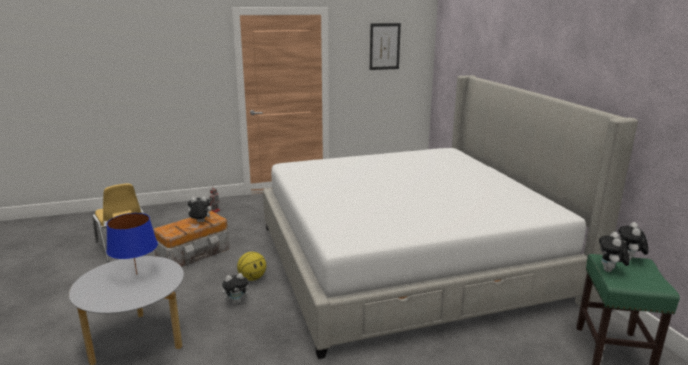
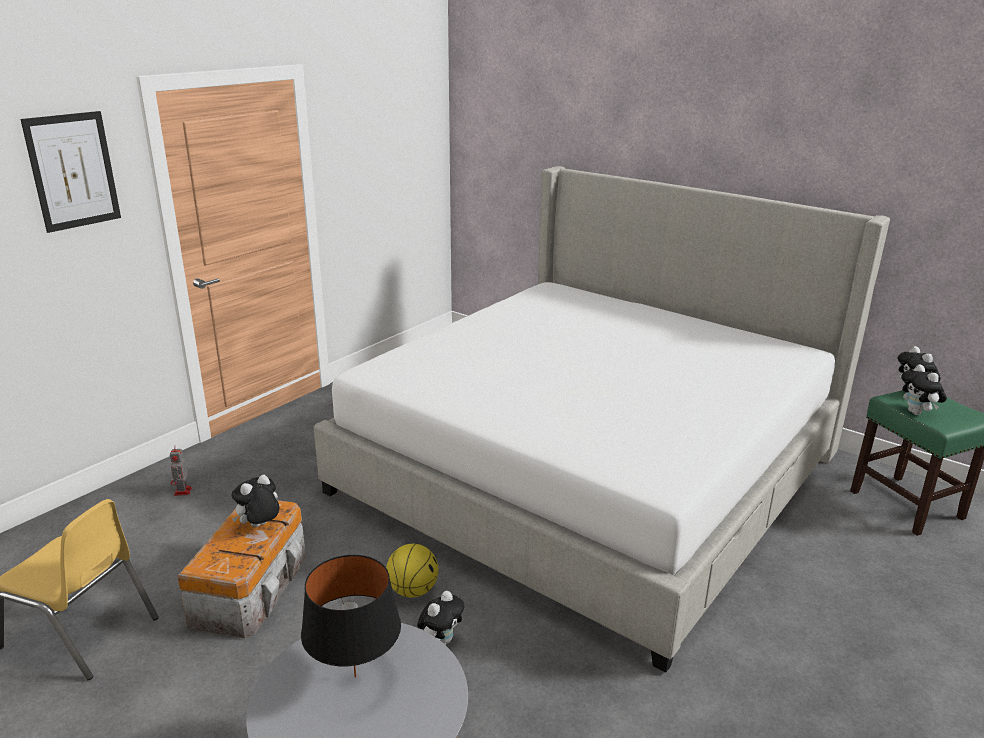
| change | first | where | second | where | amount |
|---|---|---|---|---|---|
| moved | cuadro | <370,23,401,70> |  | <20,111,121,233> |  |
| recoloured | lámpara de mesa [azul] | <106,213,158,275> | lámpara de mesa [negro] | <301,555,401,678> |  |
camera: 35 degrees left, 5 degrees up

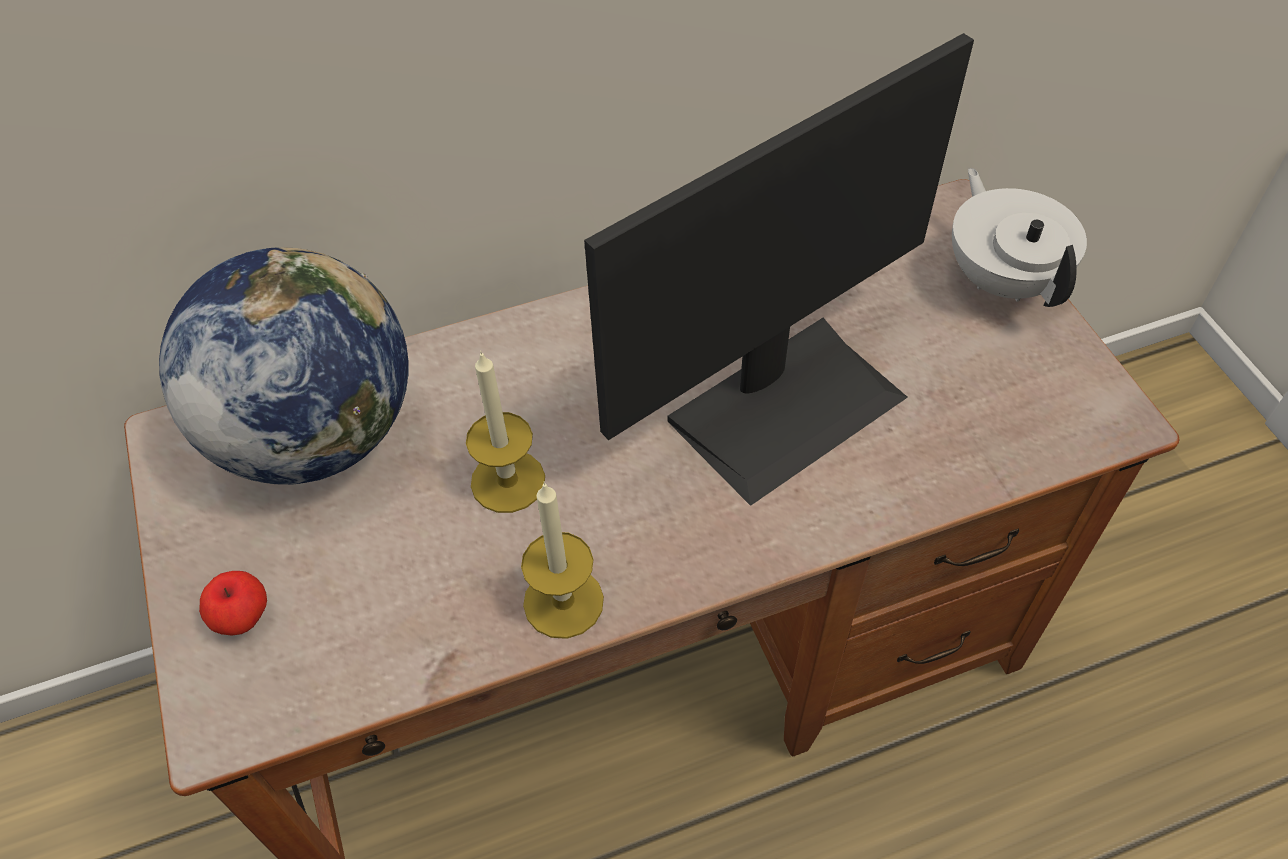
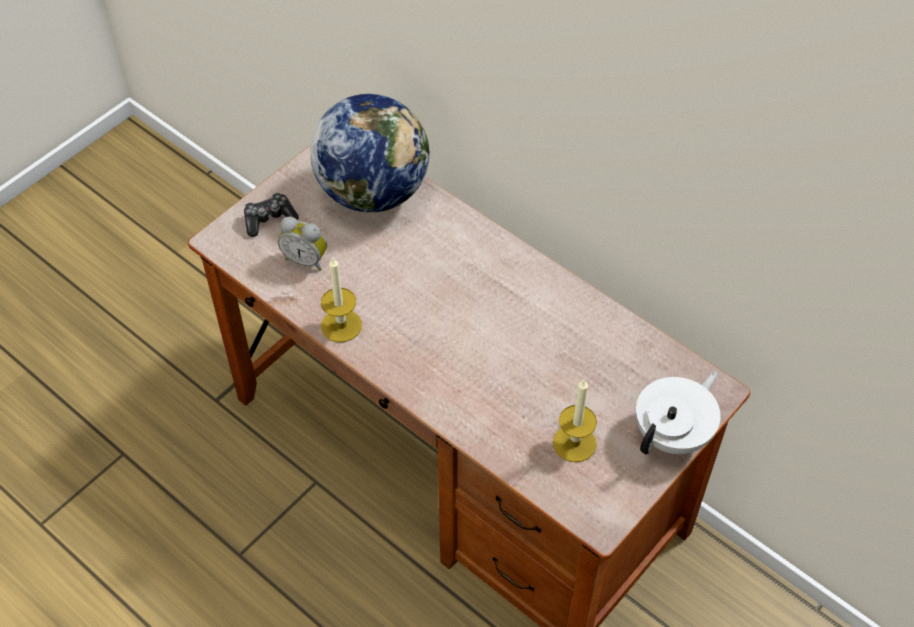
| change | first | where | second | where | amount |
|---|---|---|---|---|---|
| removed | monitor | <584,33,974,506> |  |  |  |
| moved | vela | <466,351,545,513> |  | <553,379,597,462> |  |
| replaced | manzana | <199,571,267,636> | mando de consola | <244,193,299,237> |  |
| added |  |  | despertador | <278,217,327,271> |  |
camera: 60 degrees right, 0 degrees up

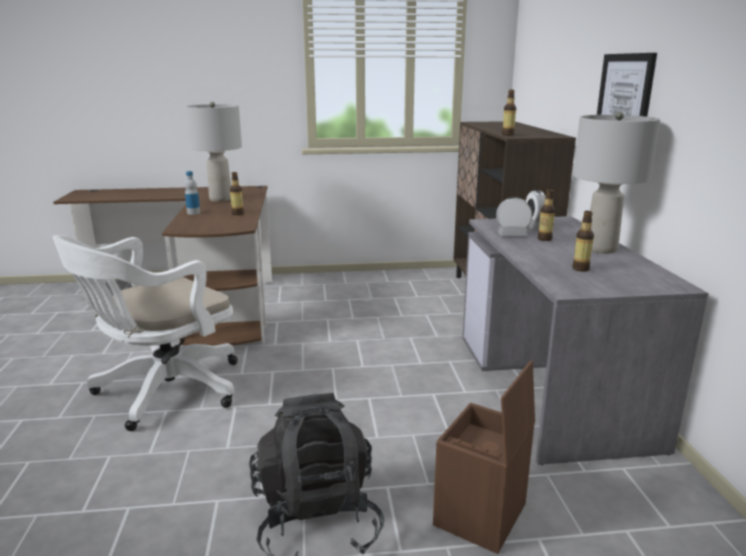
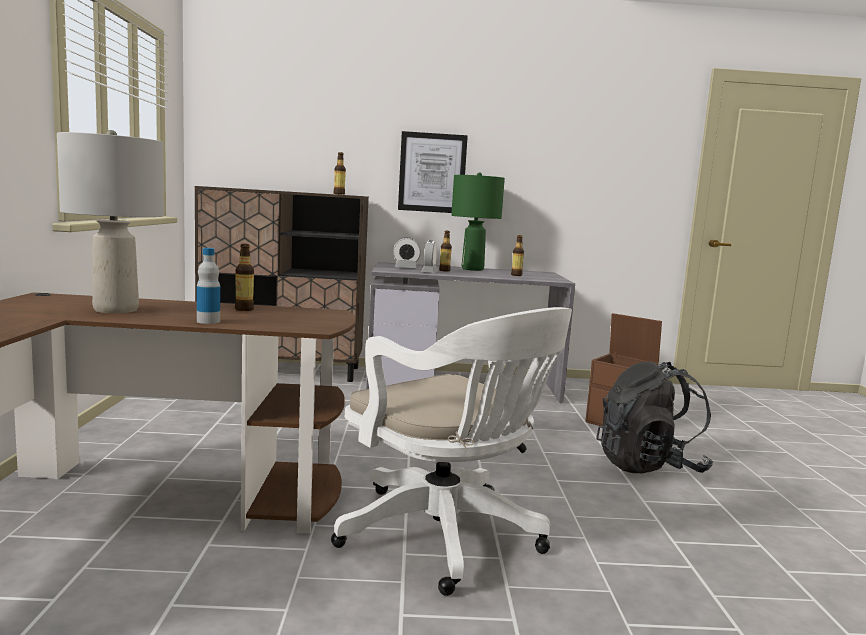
| change | first | where | second | where | amount |
|---|---|---|---|---|---|
| recoloured | lámpara de mesa [gris] | <573,112,660,254> | lámpara de mesa [verde] | <451,172,505,271> |  |
camera: 85 degrees left, 10 degrees down

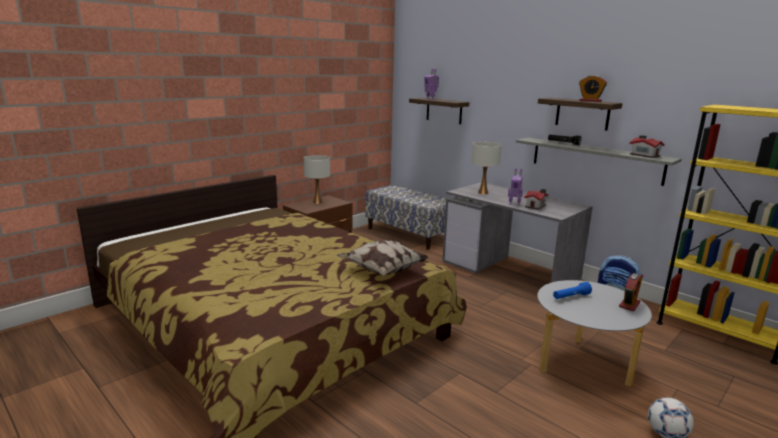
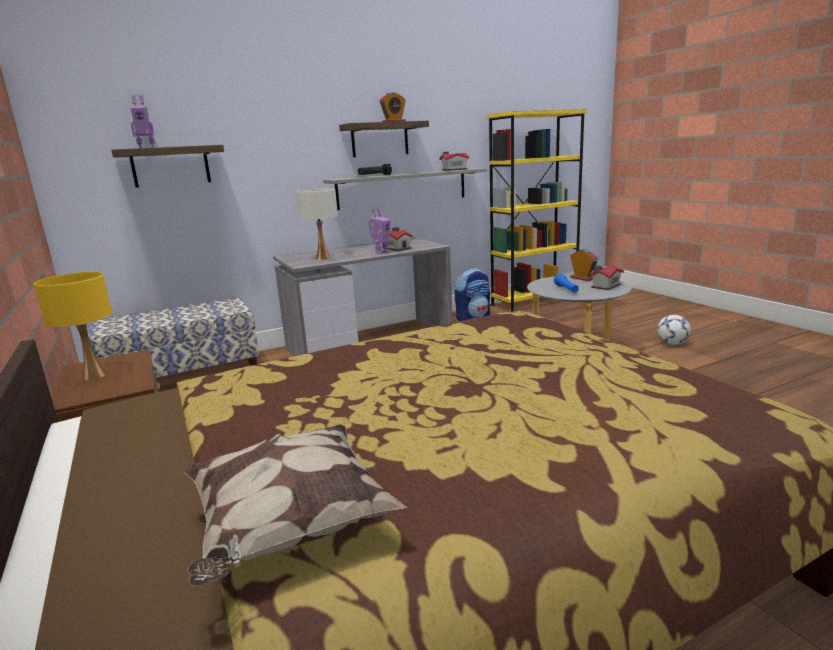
| change | first | where | second | where | amount |
|---|---|---|---|---|---|
| recoloured | lámpara de mesa [blanco] | <304,155,330,204> | lámpara de mesa [amarillo] | <34,272,112,380> |  |
| moved | cojín | <337,240,429,275> |  | <184,424,407,586> |  |
| added |  |  | casita | <589,265,624,290> |  |
camera: 70 degrees left, 0 degrees up

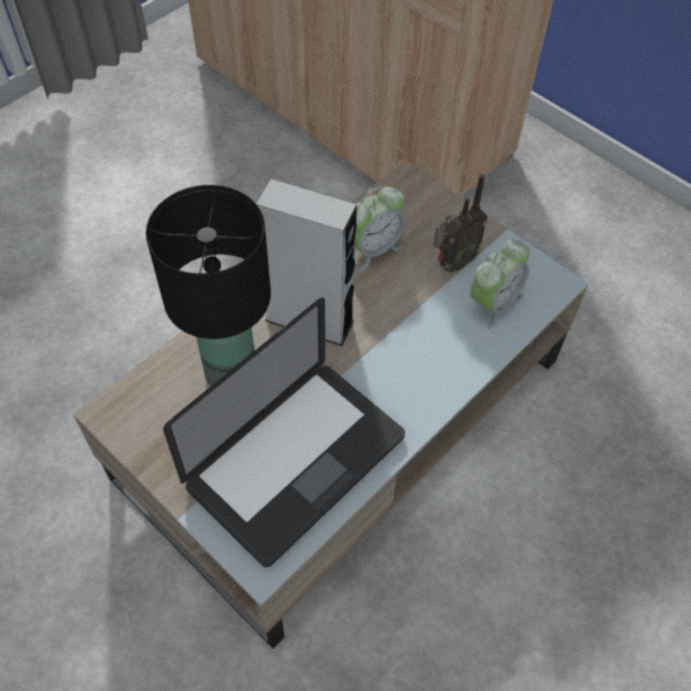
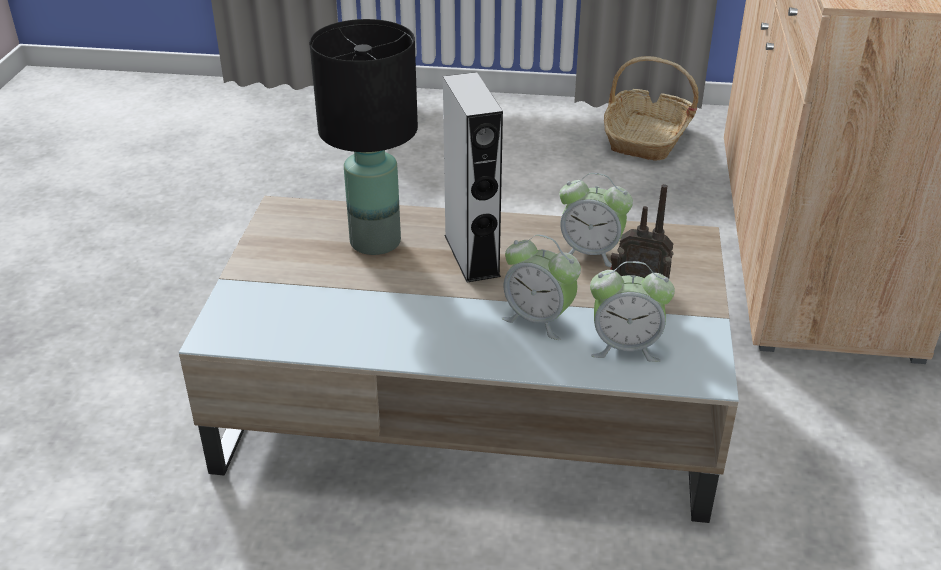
| change | first | where | second | where | amount |
|---|---|---|---|---|---|
| removed | portátil | <163,298,405,567> |  |  |  |
| added |  |  | cesta | <604,56,699,160> |  |
| added |  |  | despertador | <502,234,581,340> |  |
camera: 55 degrees right, 20 degrees down

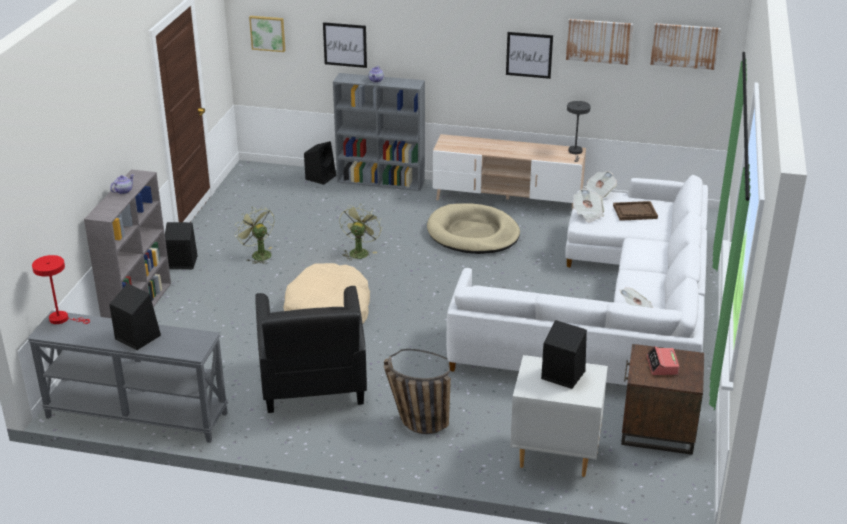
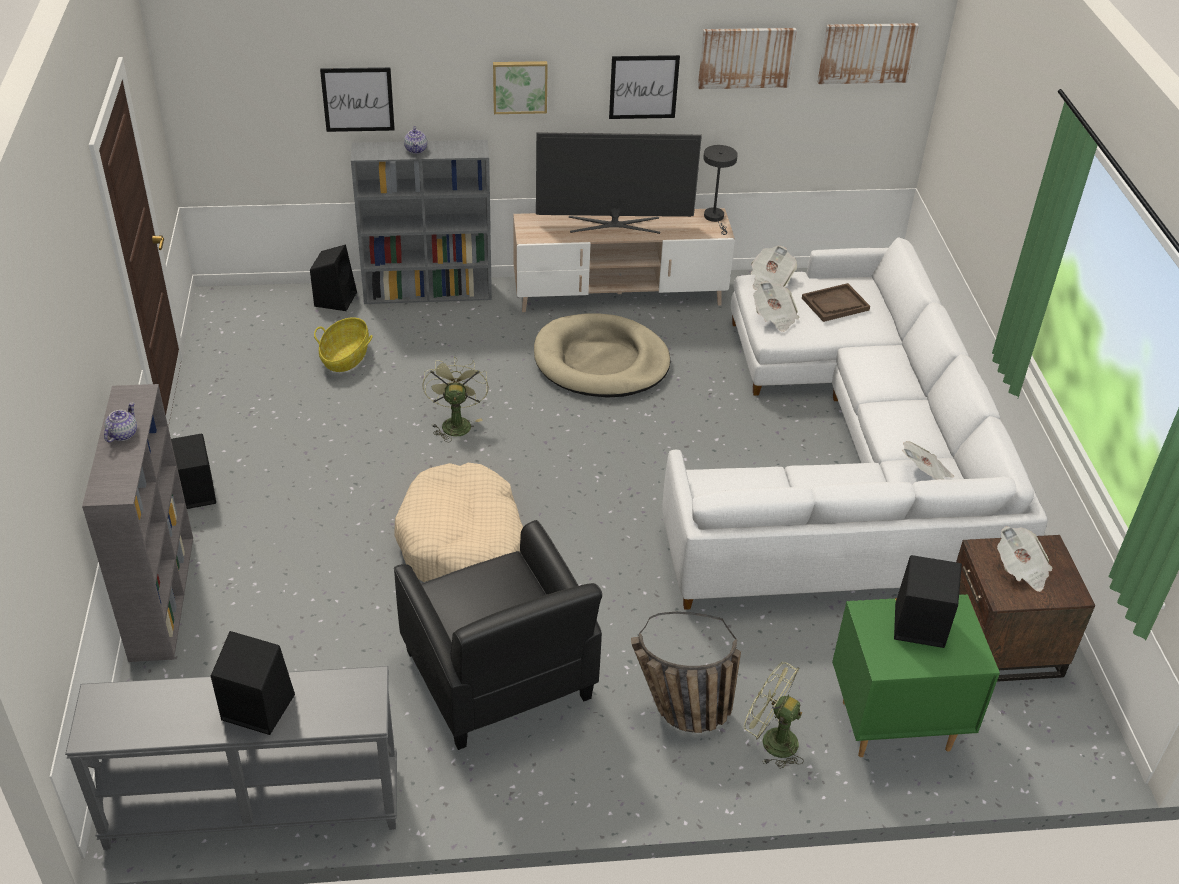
| change | first | where | second | where | amount |
|---|---|---|---|---|---|
| moved | cuadro | <249,16,285,52> |  | <493,61,548,114> |  |
| moved | ventilador [verde] | <235,206,275,264> |  | <744,662,804,769> |  |
| removed | lámpara de mesa [rojo] | <32,255,90,324> |  |  |  |
| replaced | despertador | <647,346,679,375> | periódico | <997,526,1052,592> |  |
| recoloured | mesita de noche [blanco] | <510,355,608,477> | mesita de noche [verde] | <832,594,1000,757> |  |
| added |  |  | televisor | <536,132,702,234> |  |
| added |  |  | cesta | <314,317,372,372> |  |
camera: 20 degrees left, 10 degrees up

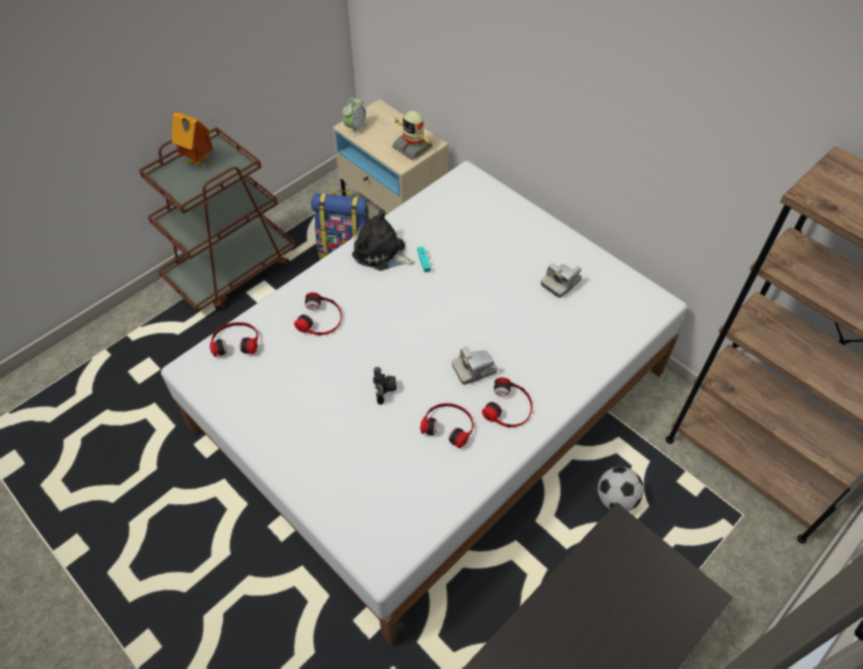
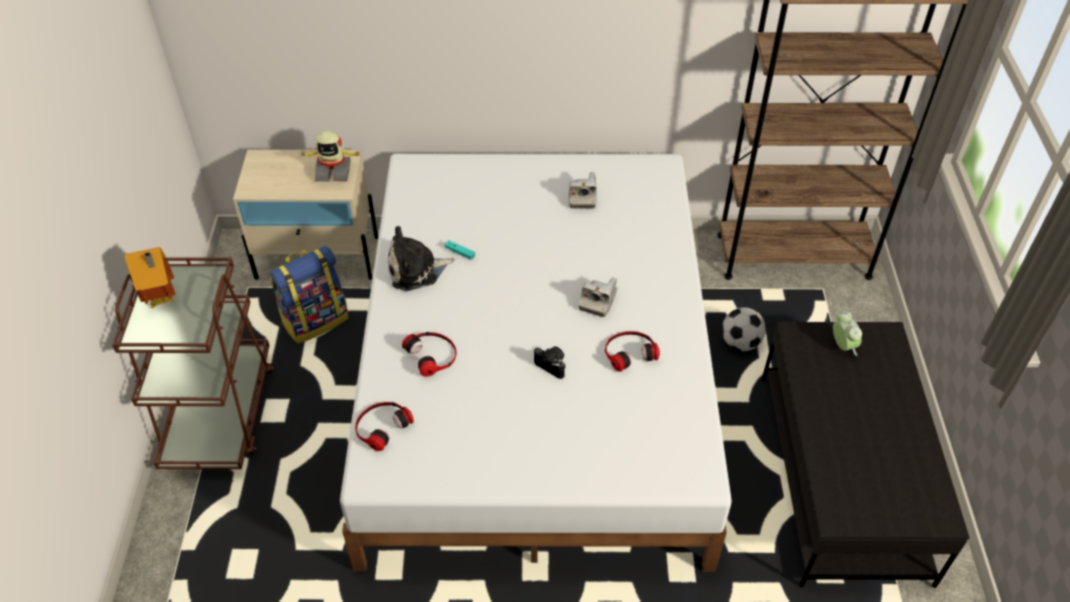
| change | first | where | second | where | amount |
|---|---|---|---|---|---|
| moved | despertador | <342,97,367,137> |  | <833,311,862,356> |  |
| removed | auriculares | <482,377,533,427> |  |  |  |
camera: 45 degrees left, 5 degrees down

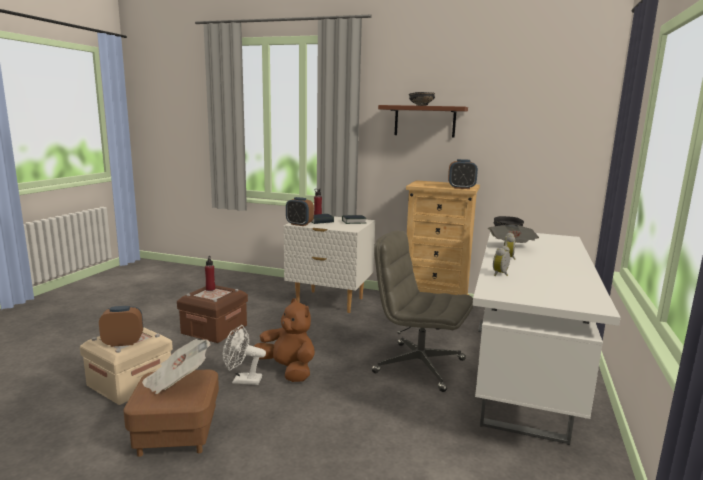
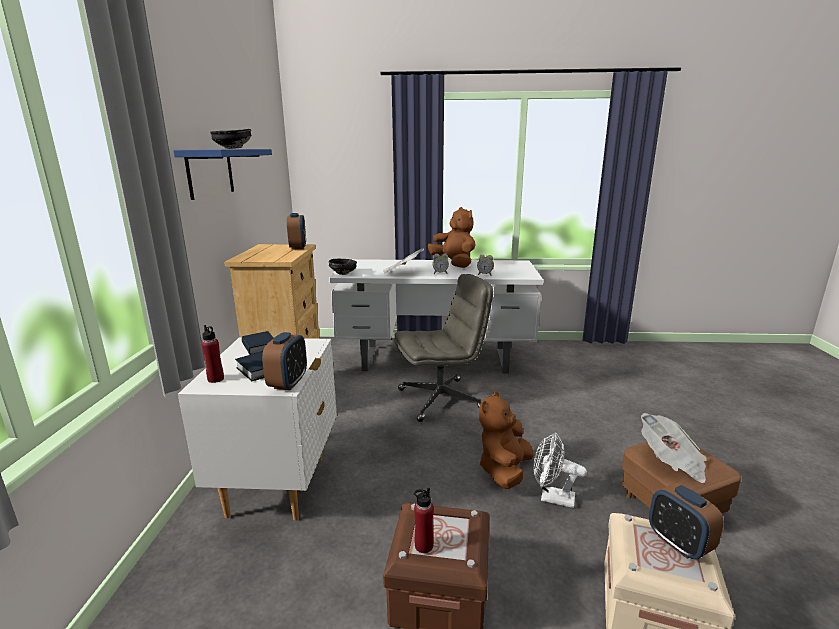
| change | first | where | second | where | amount |
|---|---|---|---|---|---|
| recoloured | estante [marrón] | <378,105,468,137> | estante [azul] | <173,149,272,200> |  |
| turned | silla de oficina [gris] | <372,231,473,392> |  | <394,274,493,422> | 120 degrees counterclockwise |
| turned | ventilador [blanco] | <223,325,266,385> |  | <533,433,587,508> | 120 degrees clockwise |
| added |  |  | peluche [marrón] | <428,207,475,268> |  |
camera: 105 degrees left, 5 degrees up

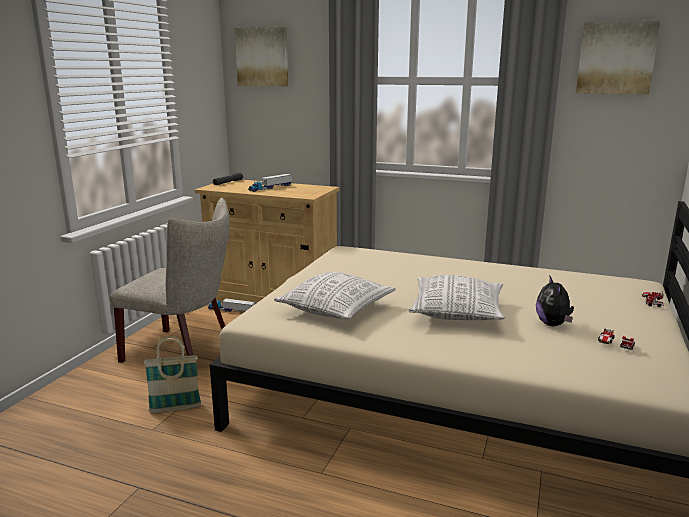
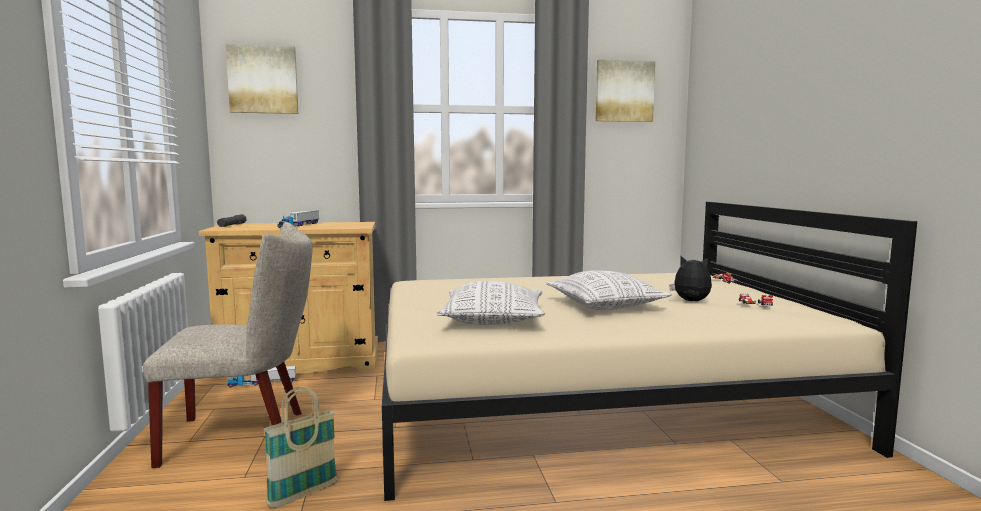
| change | first | where | second | where | amount |
|---|---|---|---|---|---|
| turned | peluche | <536,276,574,326> |  | <669,256,712,301> | 150 degrees clockwise |
camera: 30 degrees left, 10 degrees down

